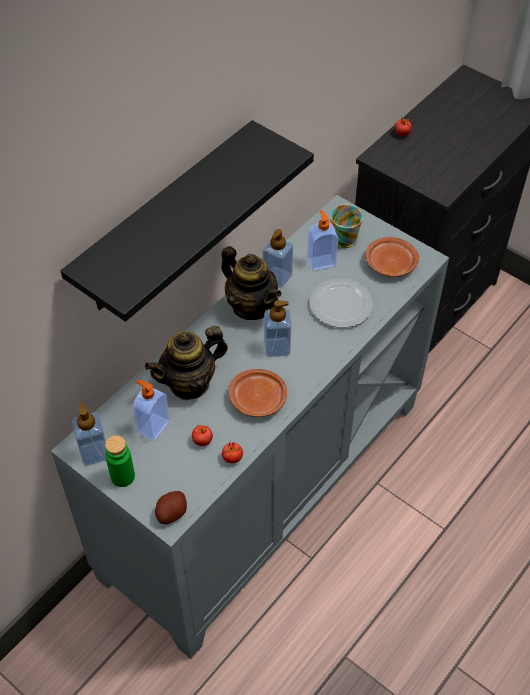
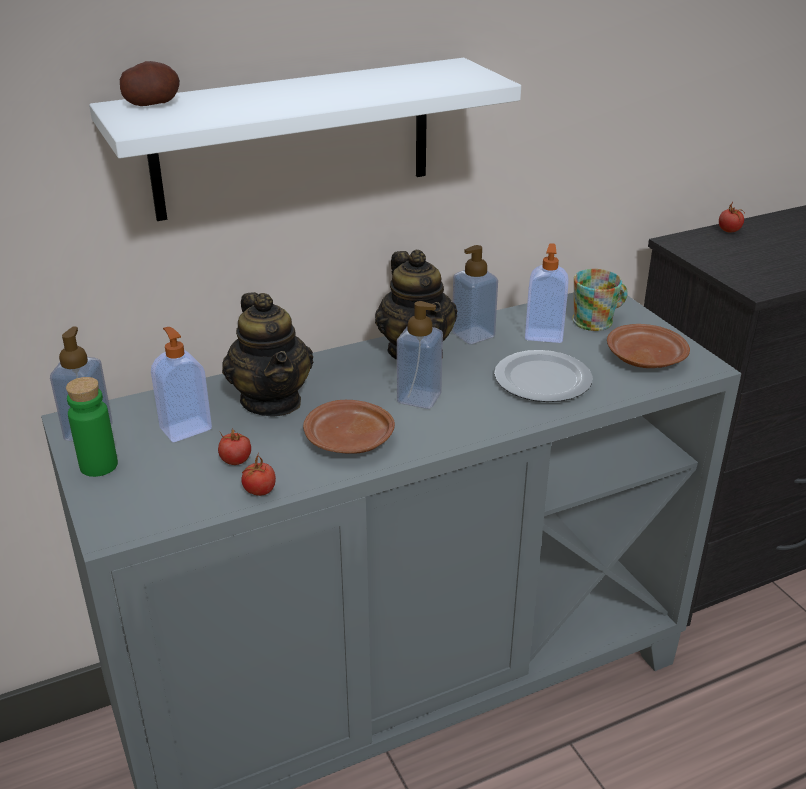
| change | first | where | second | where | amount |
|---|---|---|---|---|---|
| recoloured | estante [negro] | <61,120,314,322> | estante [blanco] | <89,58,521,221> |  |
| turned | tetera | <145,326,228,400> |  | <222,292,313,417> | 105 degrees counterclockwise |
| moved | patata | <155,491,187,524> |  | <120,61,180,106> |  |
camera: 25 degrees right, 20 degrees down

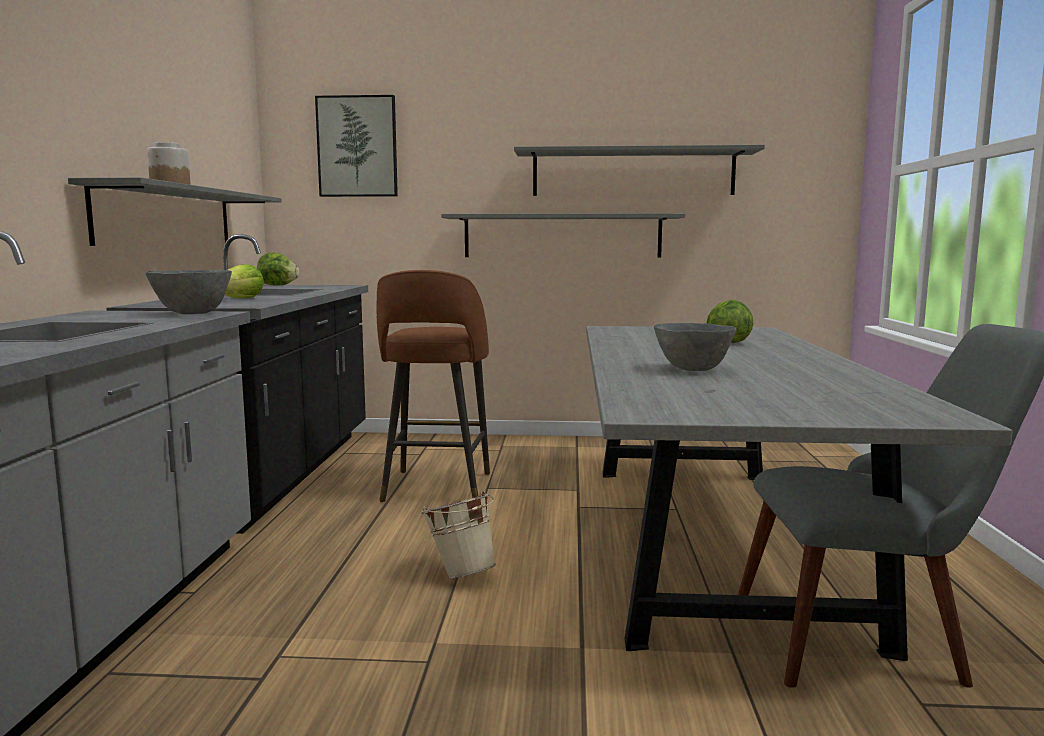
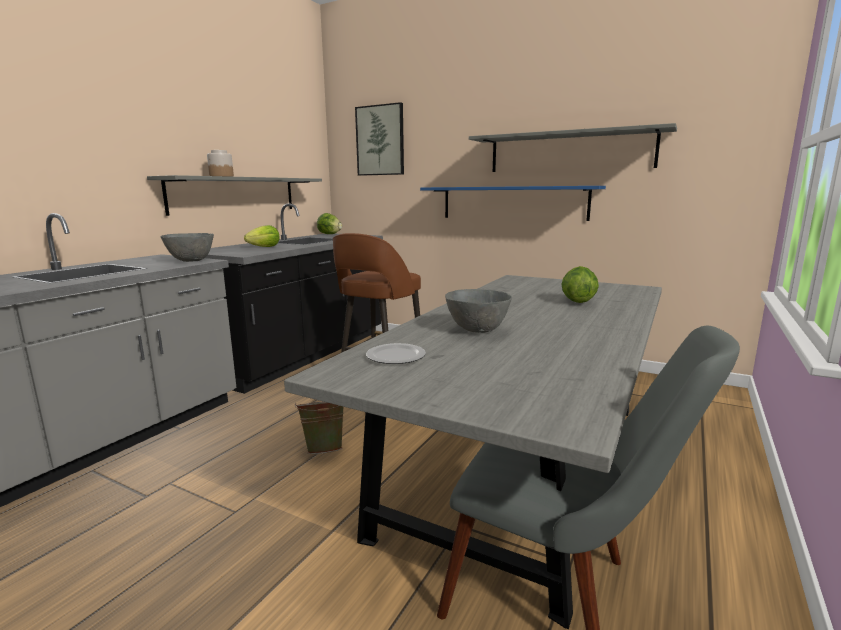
| change | first | where | second | where | amount |
|---|---|---|---|---|---|
| recoloured | estante [gris] | <441,213,685,258> | estante [azul] | <420,186,606,221> |  |
| recoloured | cubo [beis] | <422,491,496,579> | cubo [verde] | <295,401,344,454> |  |
| added |  |  | plato | <366,343,426,364> |  |
camera: 25 degrees right, 5 degrees up

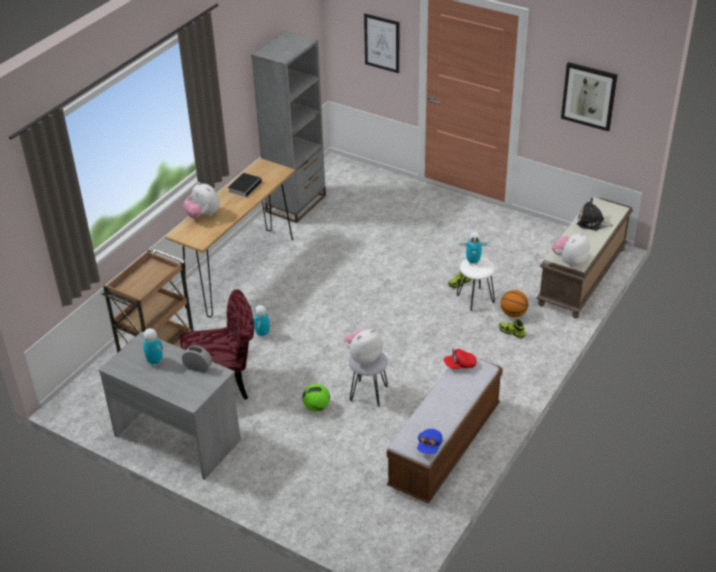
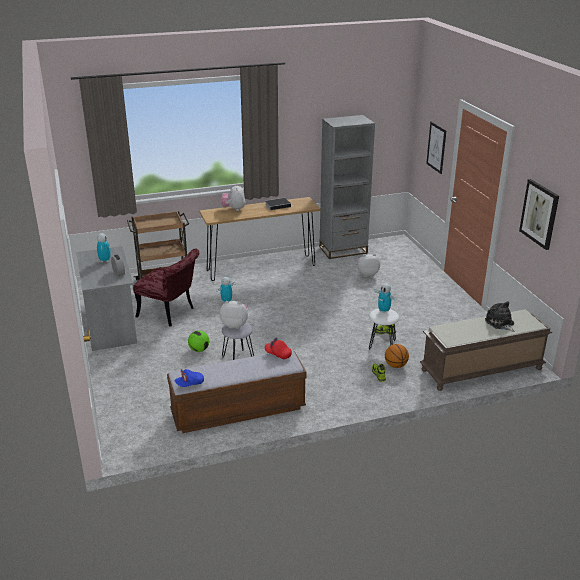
| change | first | where | second | where | amount |
|---|---|---|---|---|---|
| moved | peluche | <552,232,590,267> |  | <357,254,380,277> |  |
camera: 40 degrees right, 10 degrees down

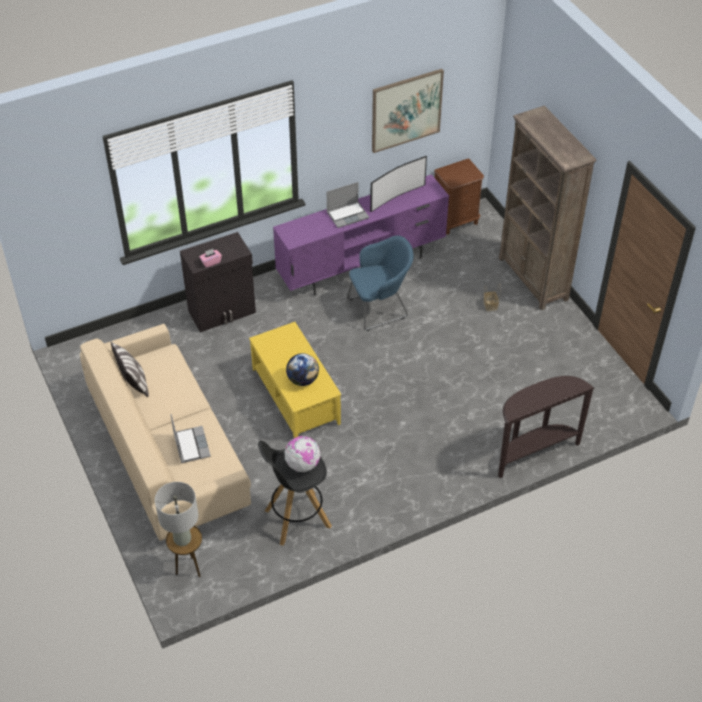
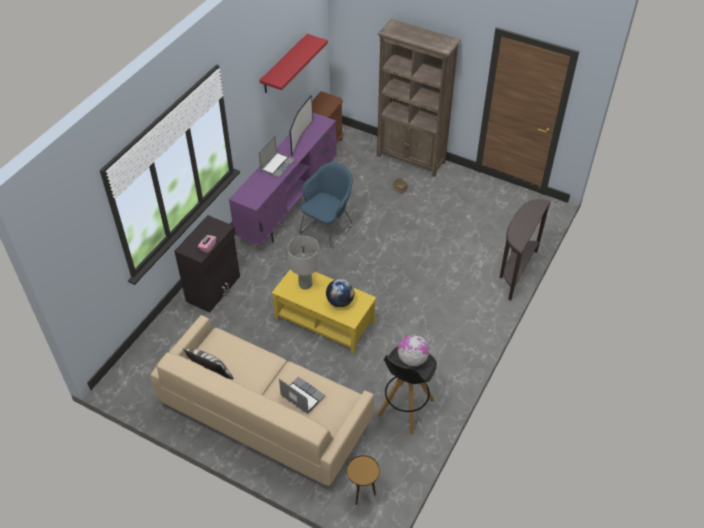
| change | first | where | second | where | amount |
|---|---|---|---|---|---|
| replaced | cuadro | <372,69,444,153> | estante [rojo] | <260,34,328,93> |  |
| moved | lámpara de mesa [gris] | <155,482,198,546> |  | <288,236,320,289> |  |
camera: 35 degrees left, 0 degrees up

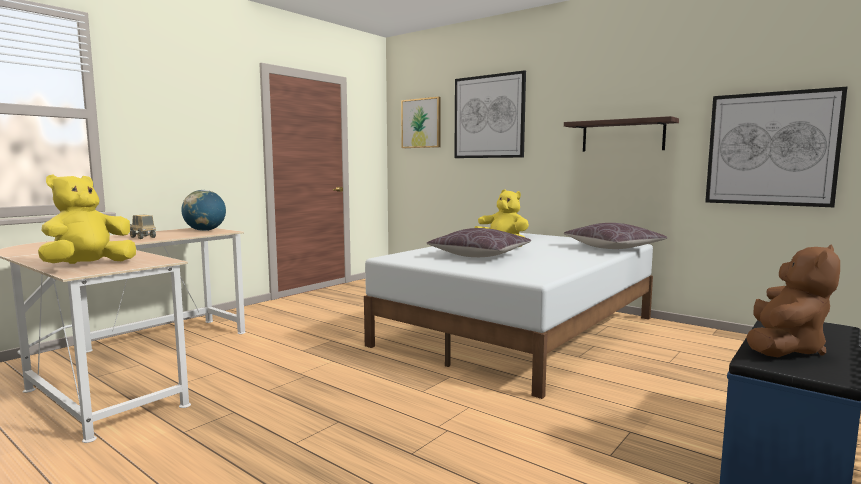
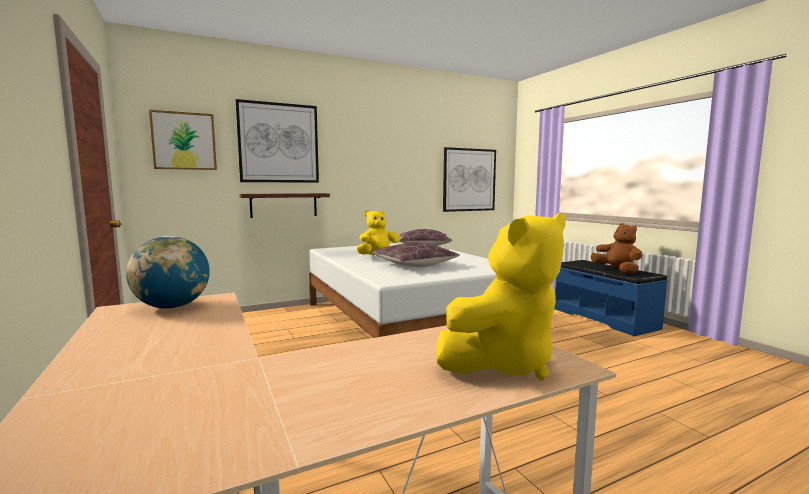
| change | first | where | second | where | amount |
|---|---|---|---|---|---|
| moved | estante | <564,116,679,152> |  | <240,193,330,218> |  |
| turned | peluche [amarillo] | <38,175,136,264> |  | <436,213,565,380> | 90 degrees counterclockwise |
| removed | camión de juguete | <130,215,156,239> |  |  |  |
camera: 65 degrees left, 0 degrees up

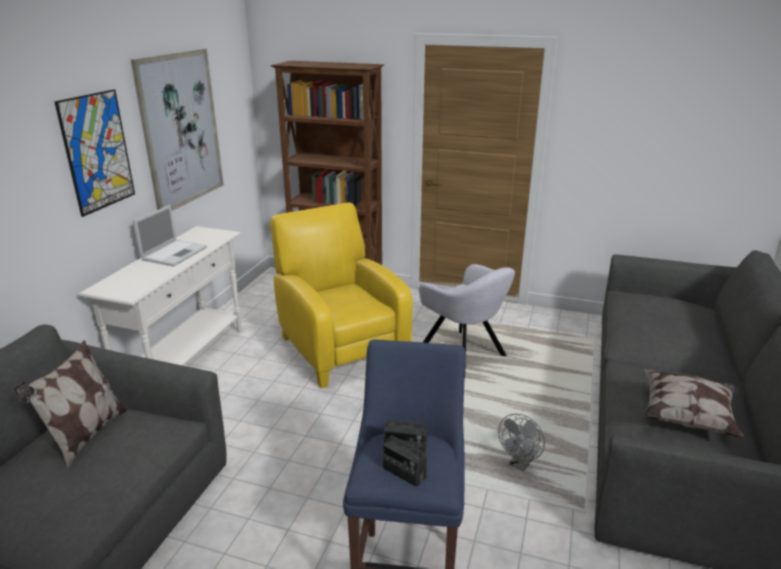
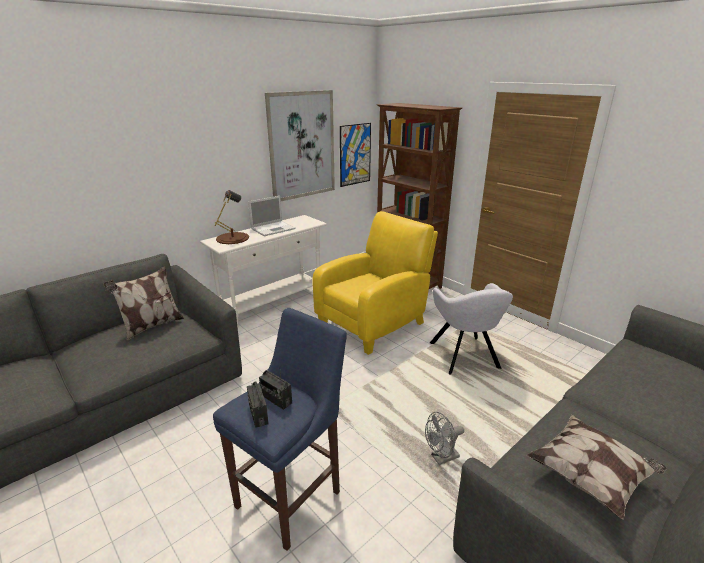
| change | first | where | second | where | amount |
|---|---|---|---|---|---|
| moved | cuadro | <54,89,135,217> |  | <340,123,371,187> |  |
| turned | sillón [amarillo] | <270,203,413,388> |  | <312,211,438,355> | 45 degrees clockwise |
| added |  |  | lámpara de mesa [marrón] | <215,190,249,244> |  |
camera: 30 degrees right, 0 degrees up

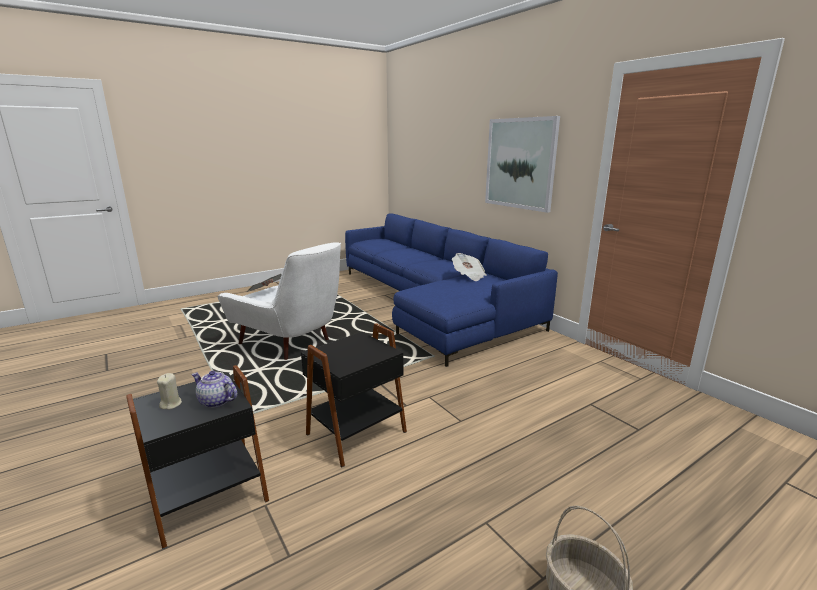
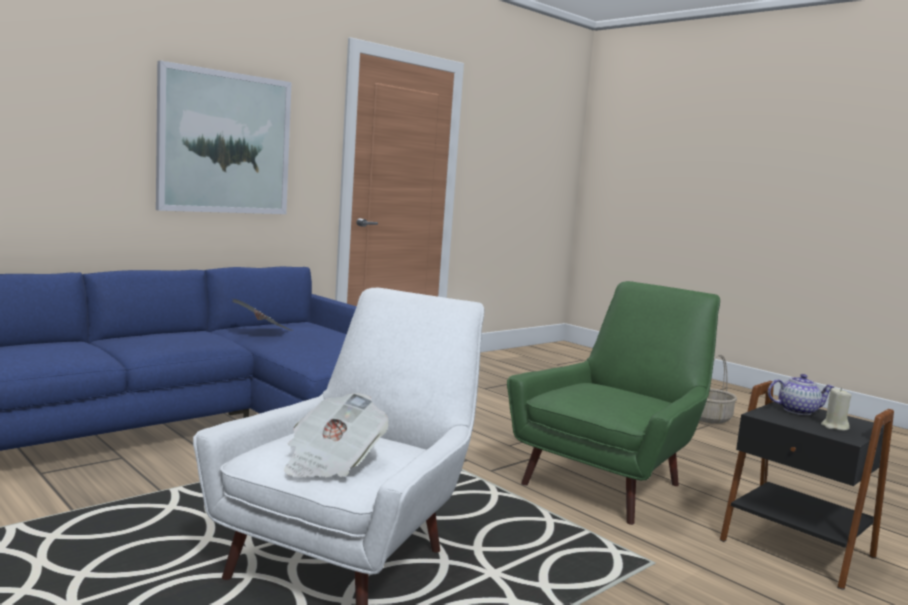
| change | first | where | second | where | amount |
|---|---|---|---|---|---|
| replaced | mesa auxiliar [negro] | <301,323,407,467> | sillón [verde] | <507,281,720,525> |  |
| turned | tetera | <192,371,237,408> |  | <768,374,835,415> | 105 degrees counterclockwise |
camera: 100 degrees left, 10 degrees down

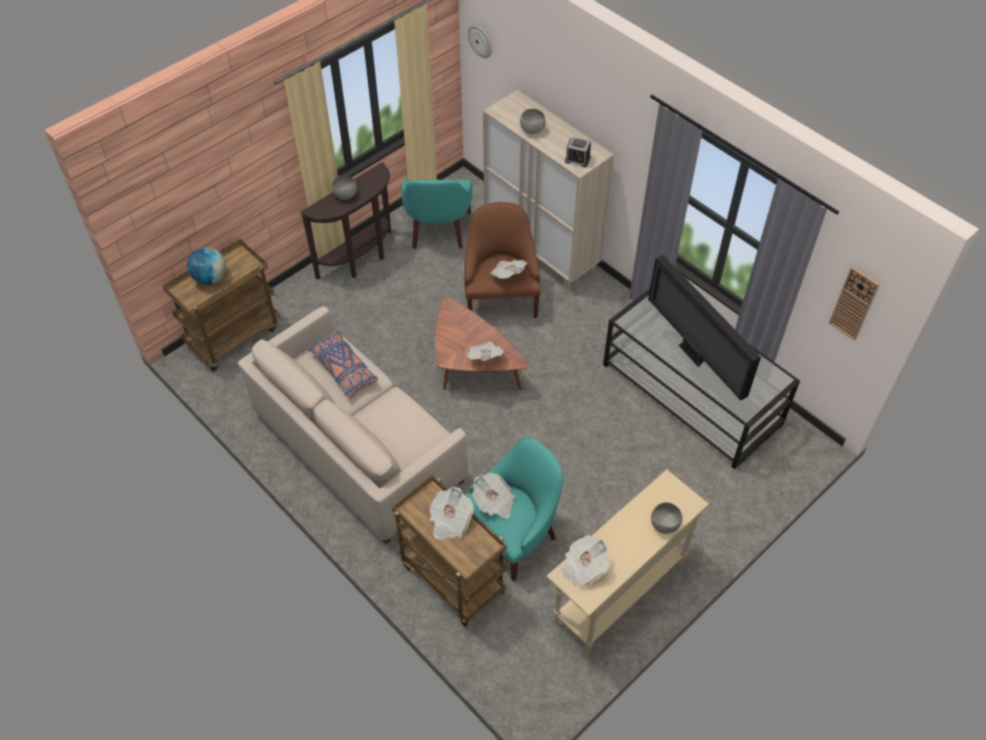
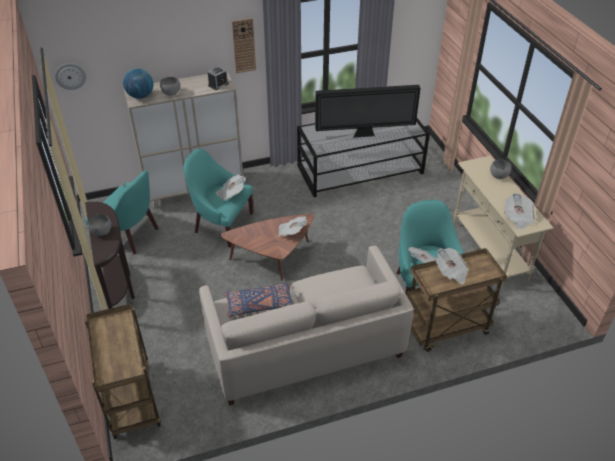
| change | first | where | second | where | amount |
|---|---|---|---|---|---|
| recoloured | sillón [marrón] | <464,202,541,318> | sillón [turquesa] | <184,149,253,248> |  |
| moved | globo terráqueo | <187,247,226,285> |  | <123,68,154,99> |  |
| moved | reloj de pared | <829,267,880,341> |  | <232,18,256,73> |  |
camera: 65 degrees left, 10 degrees down

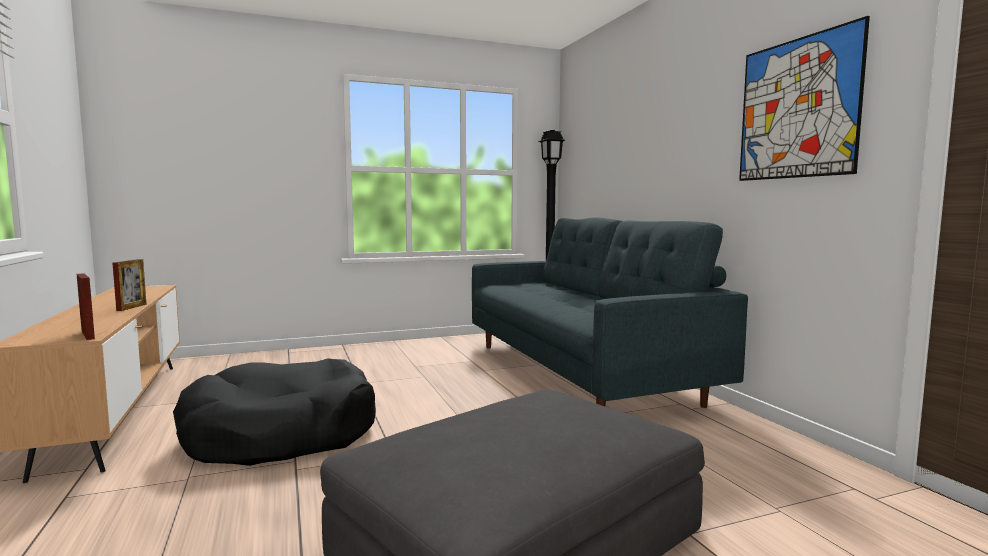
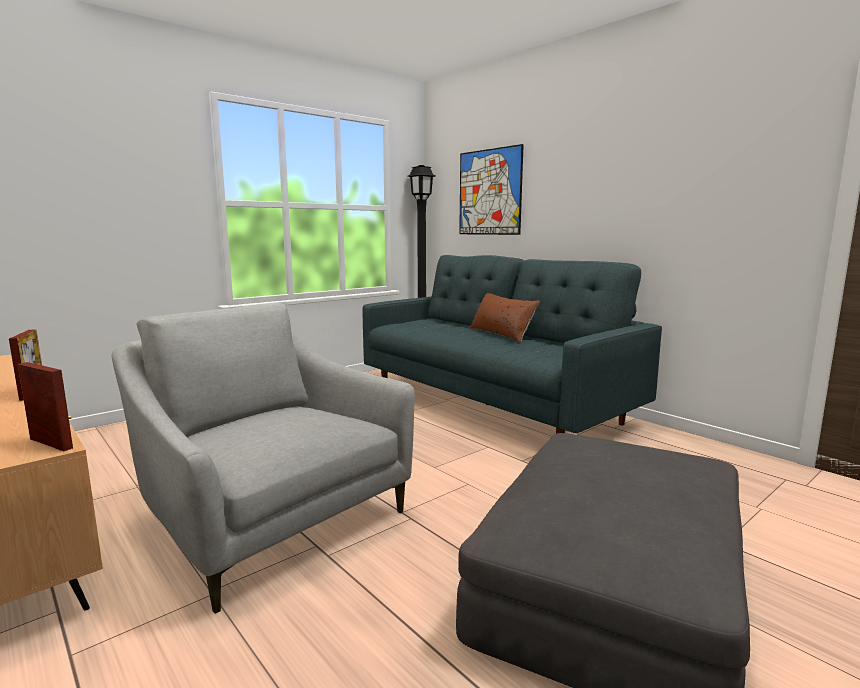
| change | first | where | second | where | amount |
|---|---|---|---|---|---|
| moved | cuadro | <739,16,870,181> |  | <459,144,524,235> |  |
| replaced | cama para perro [negro] | <173,358,376,466> | sillón [gris] | <112,303,415,614> |  |
| added |  |  | cojín [marrón] | <470,293,540,343> |  |
camera: 20 degrees left, 5 degrees up

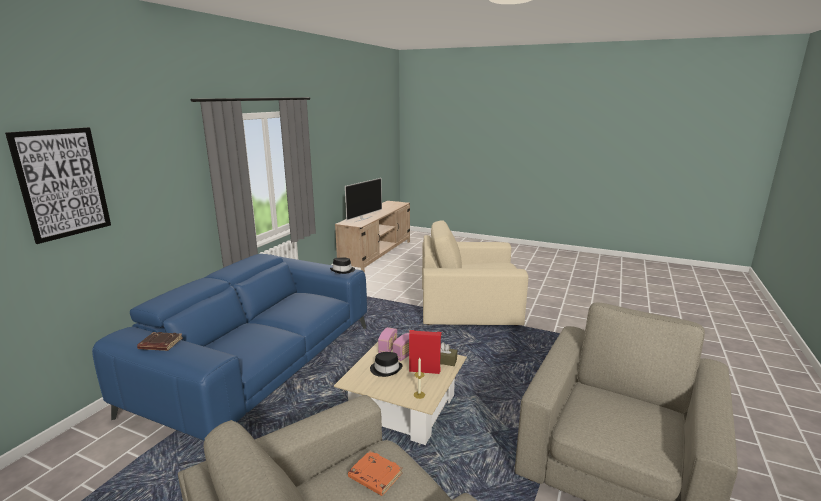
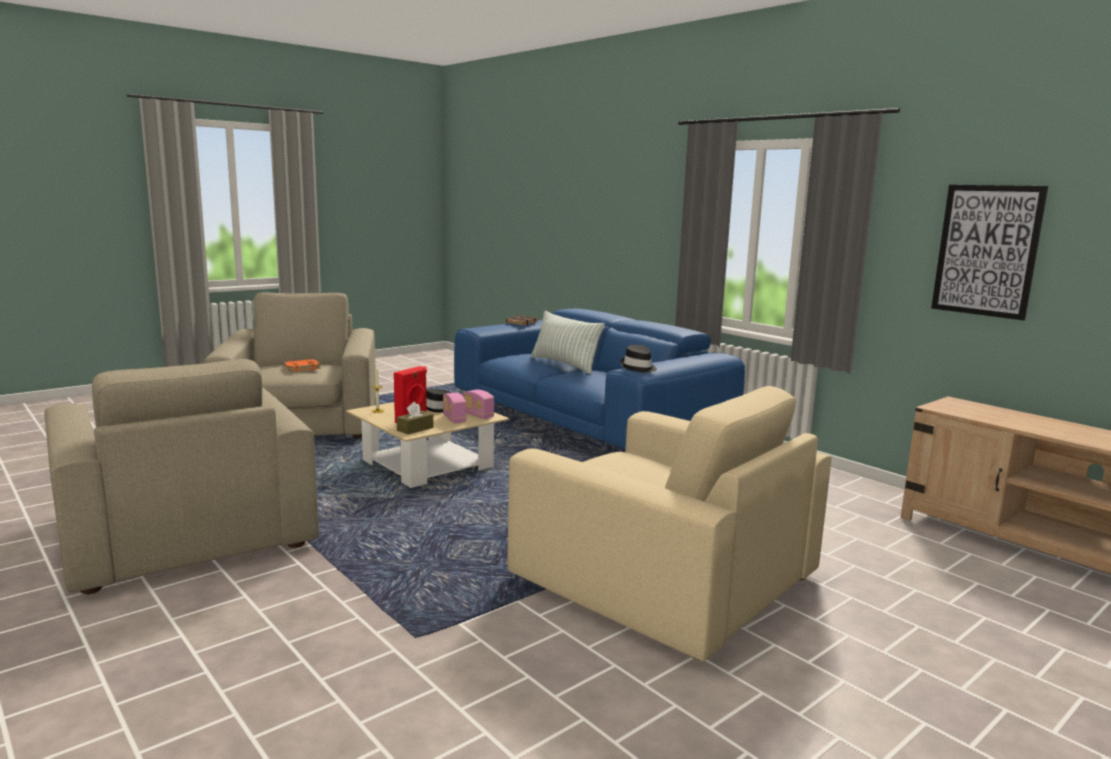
| change | first | where | second | where | amount |
|---|---|---|---|---|---|
| moved | cuadro | <5,127,111,244> |  | <931,185,1048,320> |  |
| removed | televisor | <345,178,382,222> |  |  |  |
| turned | sillón [beis] | <422,220,528,326> |  | <507,386,831,661> | 105 degrees clockwise |
| added |  |  | cojín | <531,311,605,374> |  |
camera: 115 degrees right, 5 degrees down

